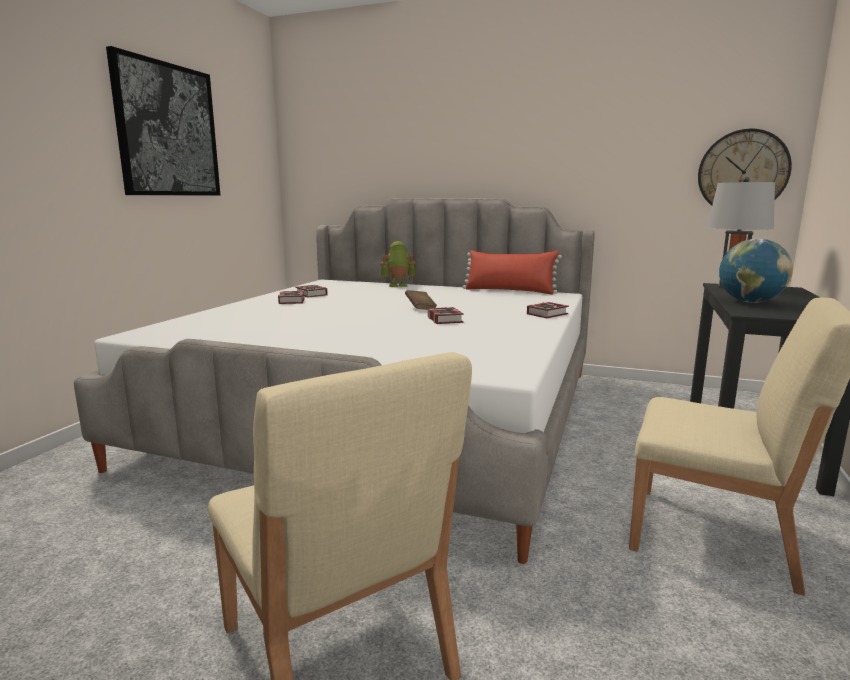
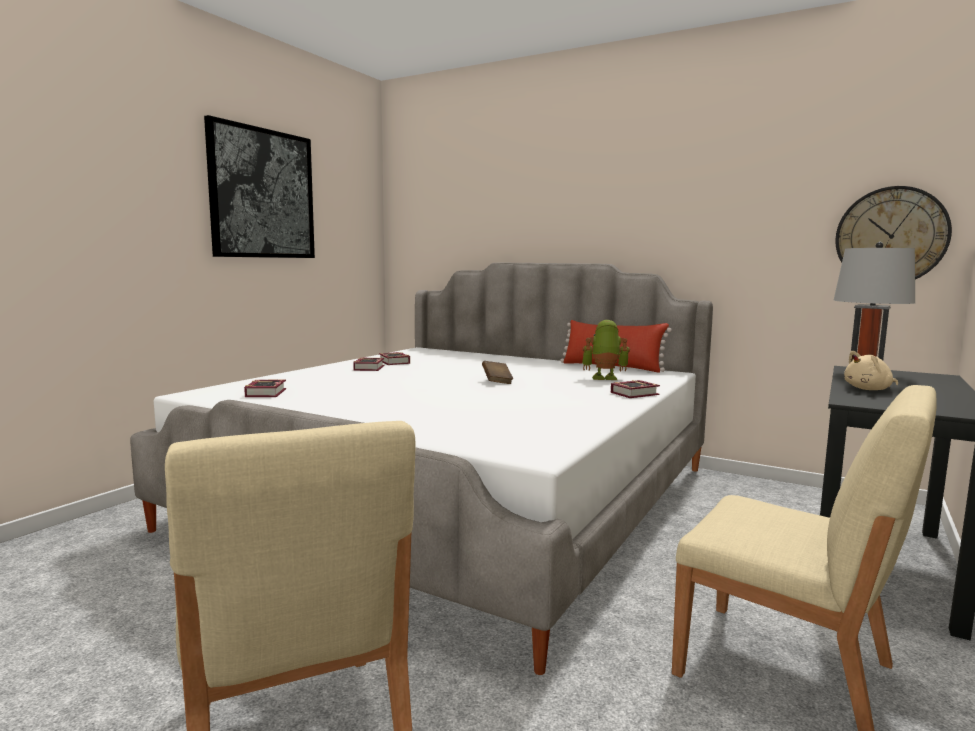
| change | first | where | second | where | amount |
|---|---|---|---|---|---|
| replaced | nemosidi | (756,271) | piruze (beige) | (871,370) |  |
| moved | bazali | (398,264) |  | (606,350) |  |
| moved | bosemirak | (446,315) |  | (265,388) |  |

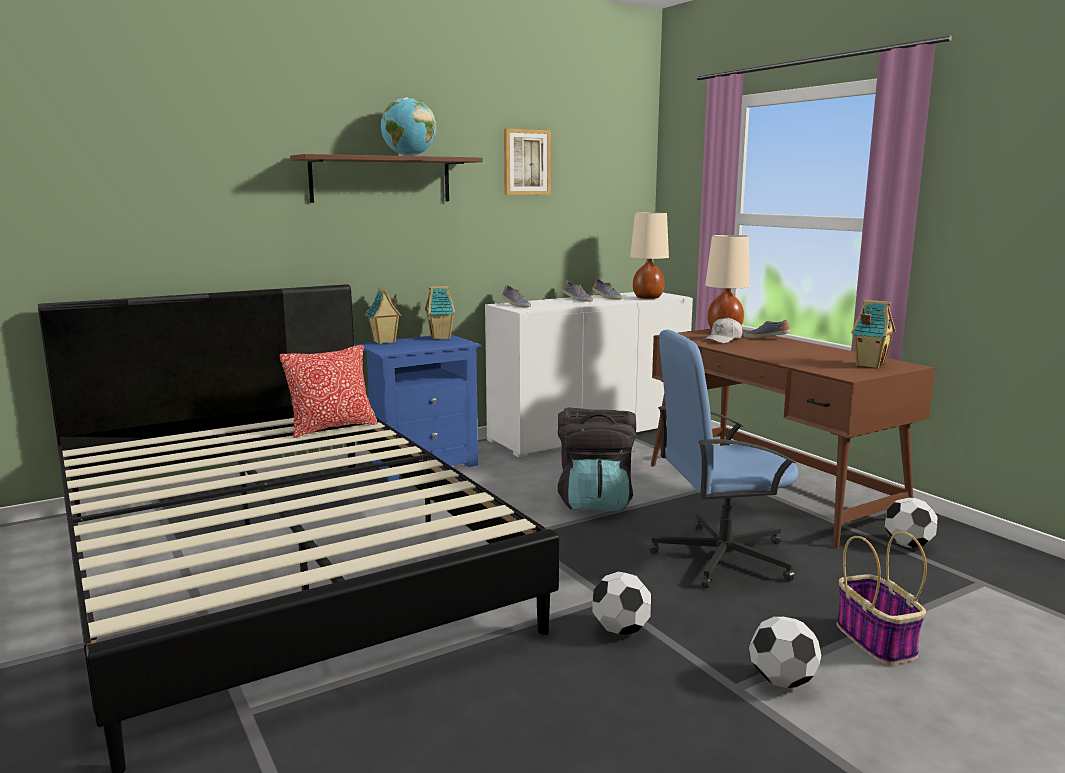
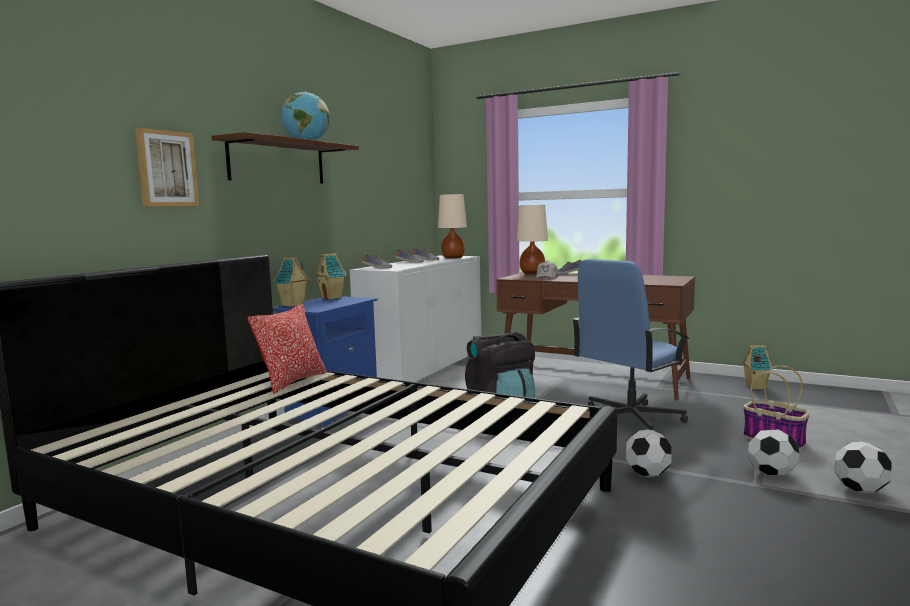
| change | first | where | second | where | amount |
|---|---|---|---|---|---|
| moved | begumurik | (527,162) |  | (167,167) |  |
| moved | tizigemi | (873,334) |  | (757,367) |  |
| moved | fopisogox | (911,523) |  | (863,467) |  |

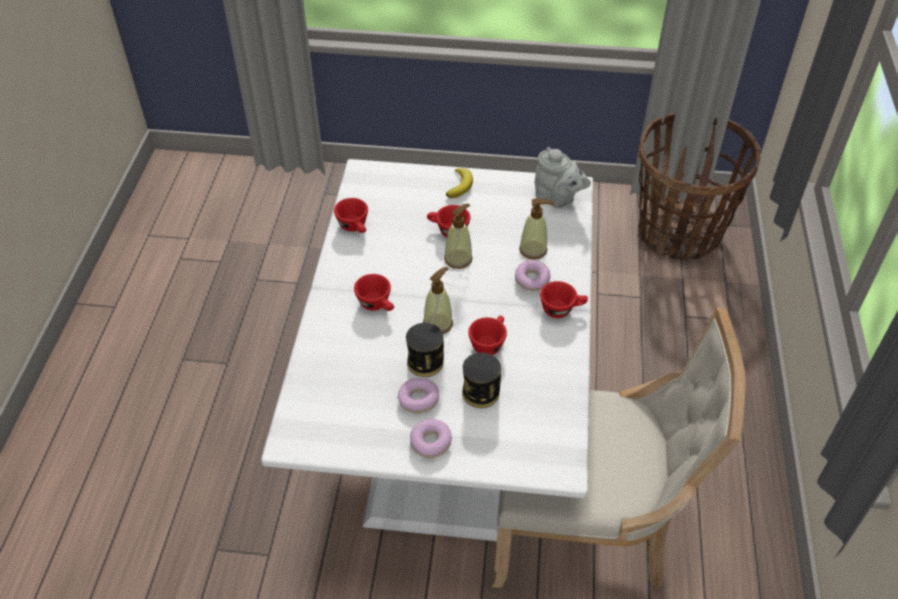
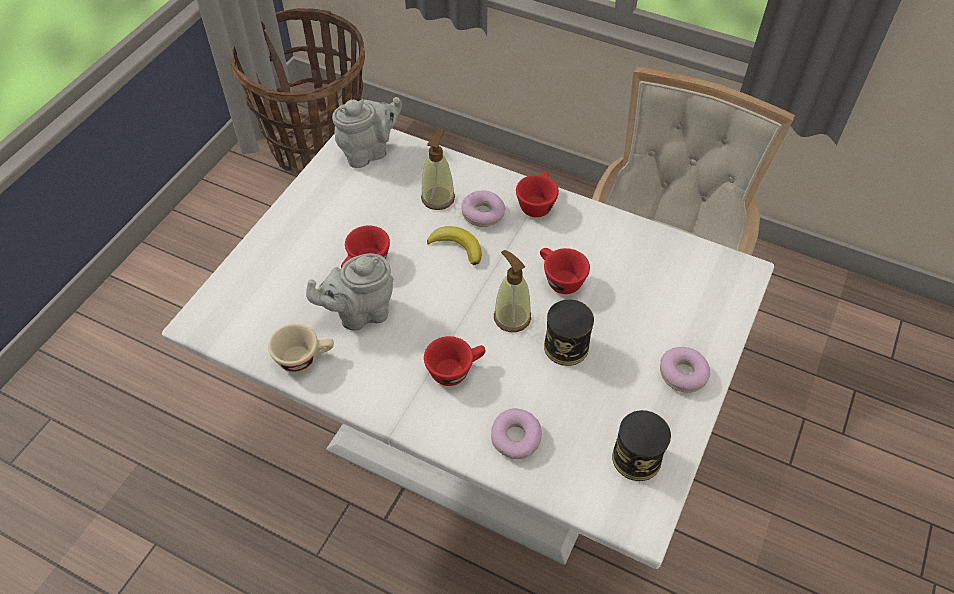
| change | first | where | second | where | amount |
|---|---|---|---|---|---|
| moved | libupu | (459,183) |  | (454,245) |  |
| recoloured | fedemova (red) | (351,215) | fedemova (beige) | (301,348) |  |
| removed | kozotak | (458,236) |  |  |  |
| moved | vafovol | (481,380) |  | (641,445) |  |
| moved | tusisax | (418,396) |  | (516,433) |  |
| added |  |  | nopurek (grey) | (349,291) |  |

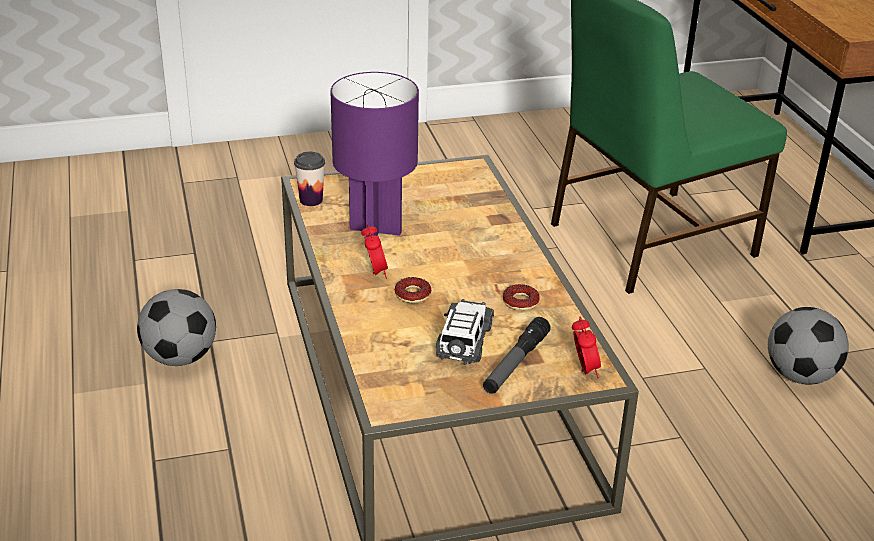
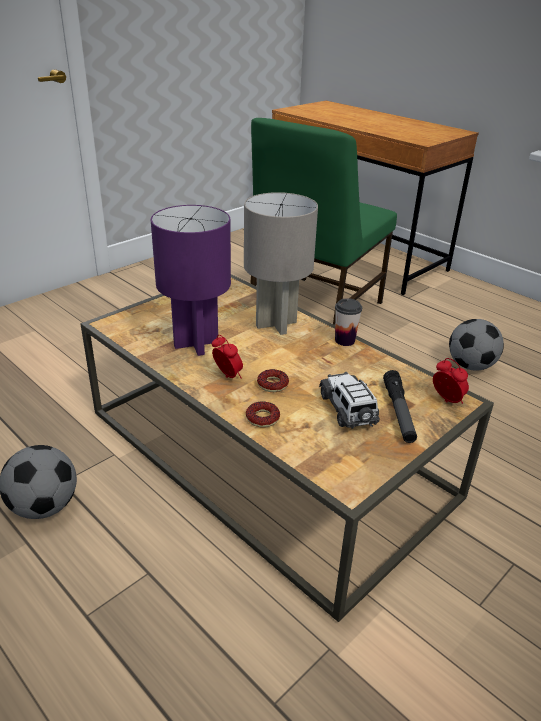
| change | first | where | second | where | amount |
|---|---|---|---|---|---|
| moved | fedemova | (309,179) |  | (348,322) |  |
| moved | tusisax | (521,297) |  | (263,415) |  |
| added |  |  | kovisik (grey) | (281,263) |  |

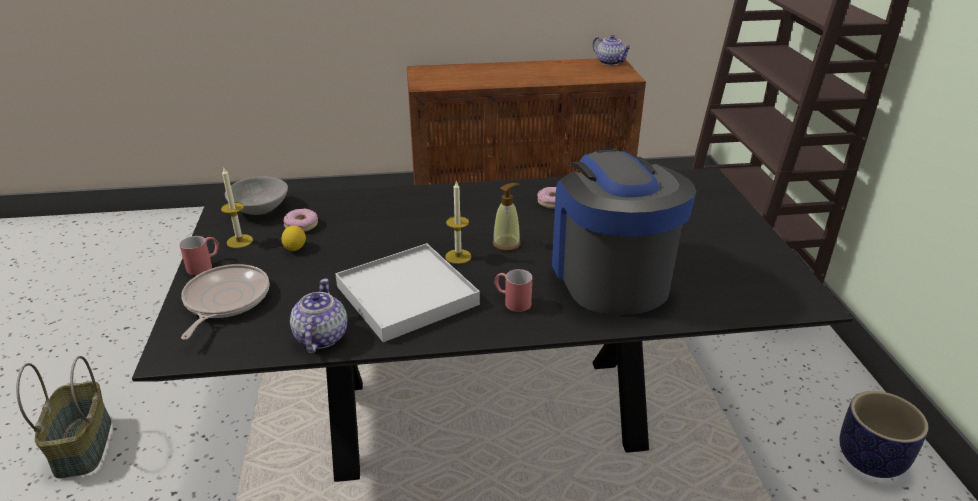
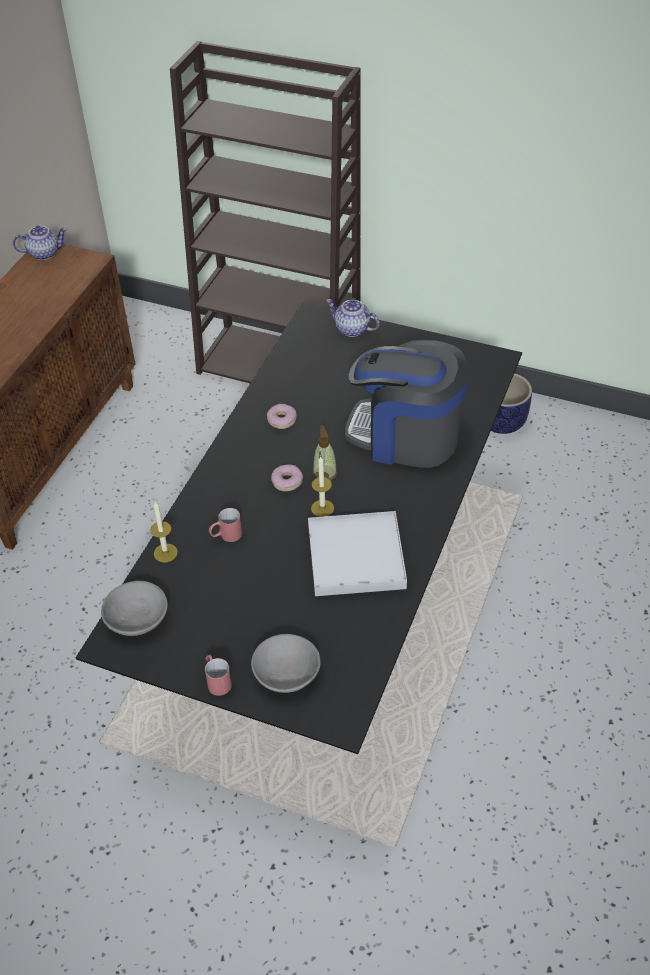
| change | first | where | second | where | amount |
|---|---|---|---|---|---|
| moved | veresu | (237,208) |  | (164,532) |  |
| moved | tusisax | (300,220) |  | (287,477) |  |
| removed | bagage | (293,238) |  |  |  |
| replaced | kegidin | (225,302) | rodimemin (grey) | (286,663) |  |
| moved | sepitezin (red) | (513,290) |  | (225,525) |  |
| moved | nopurek | (318,316) |  | (353,318) |  |
| removed | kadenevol | (63,417) |  |  |  |

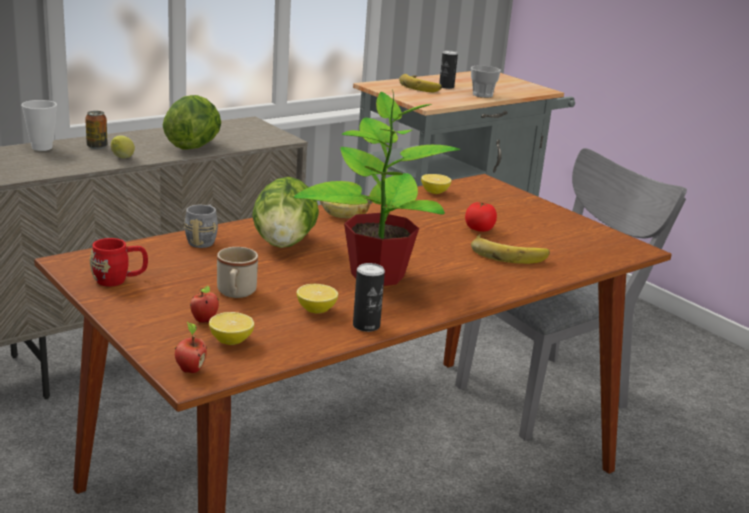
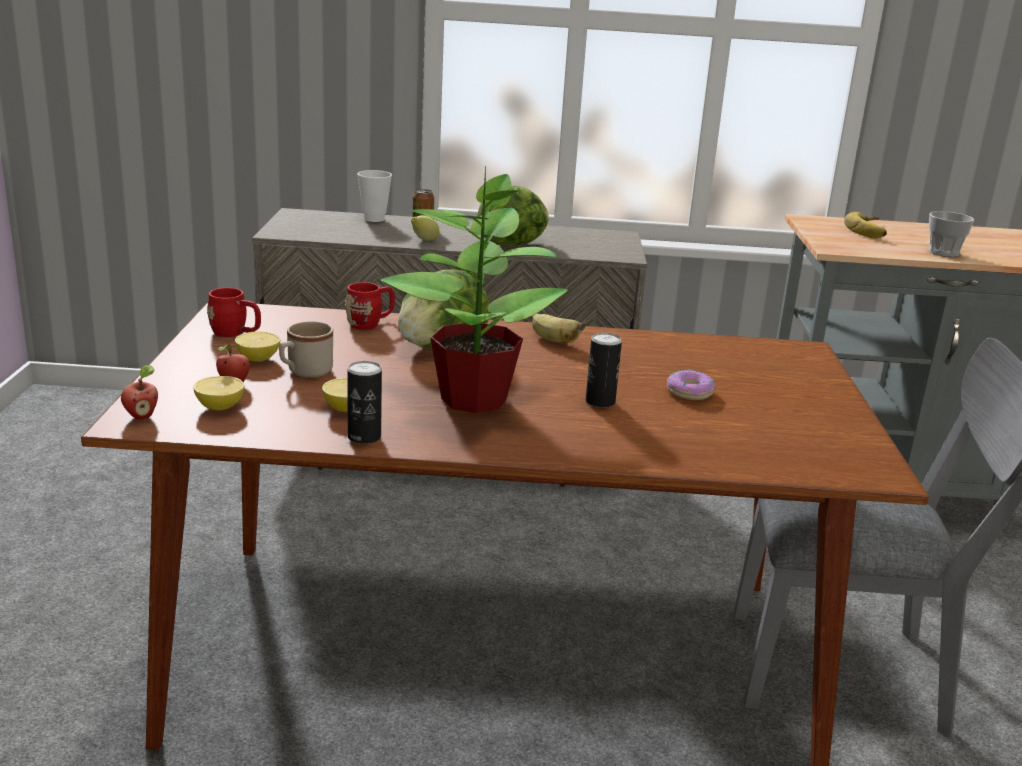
| change | first | where | second | where | amount |
|---|---|---|---|---|---|
| moved | vafovol | (448,69) |  | (603,370) |  |
| moved | bagage | (436,184) |  | (258,346) |  |
| replaced | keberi | (481,217) | tusisax | (691,384) |  |
| recoloured | sepitezin (grey) | (201,226) | sepitezin (red) | (370,306) |  |
| removed | libupu | (510,249) |  |  |  |

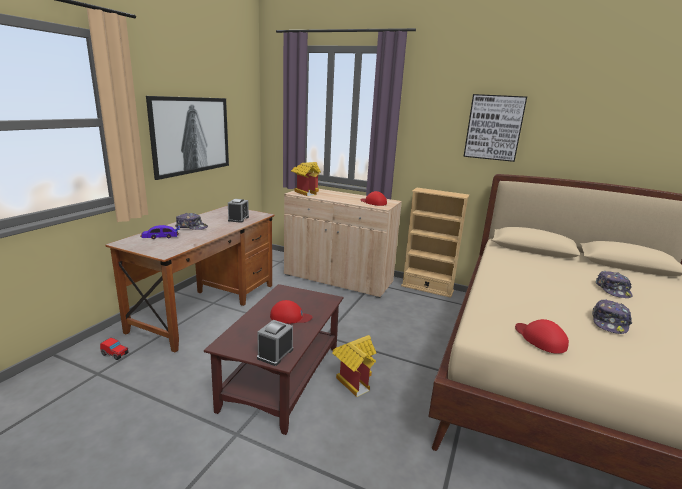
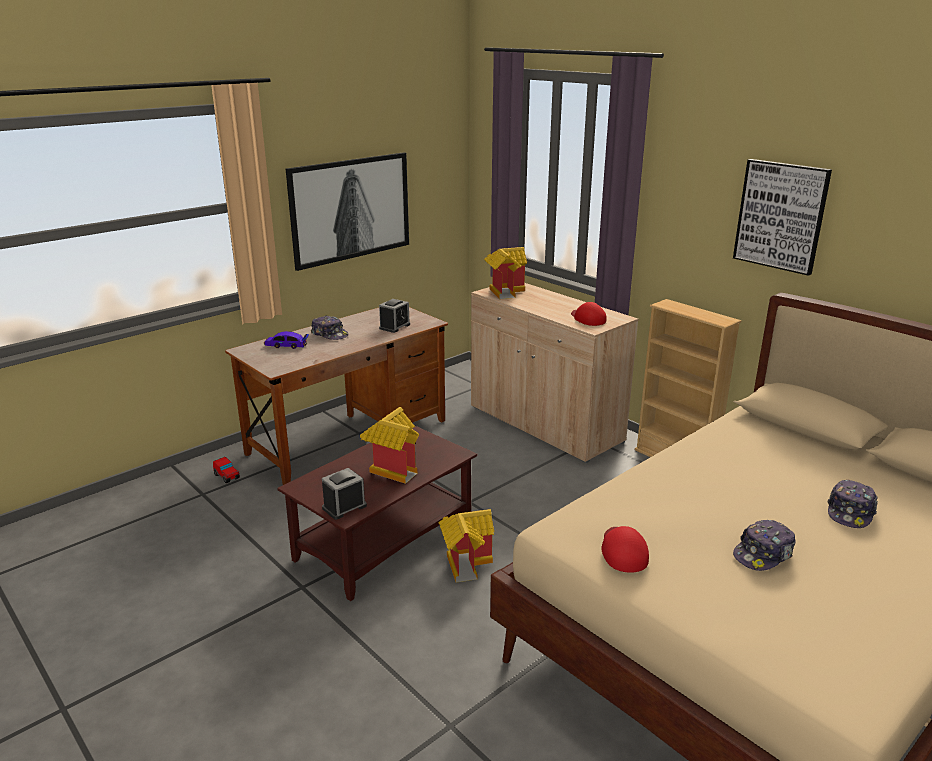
| change | first | where | second | where | amount |
|---|---|---|---|---|---|
| replaced | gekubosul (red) | (291,312) | tizigemi | (389,445) |  |

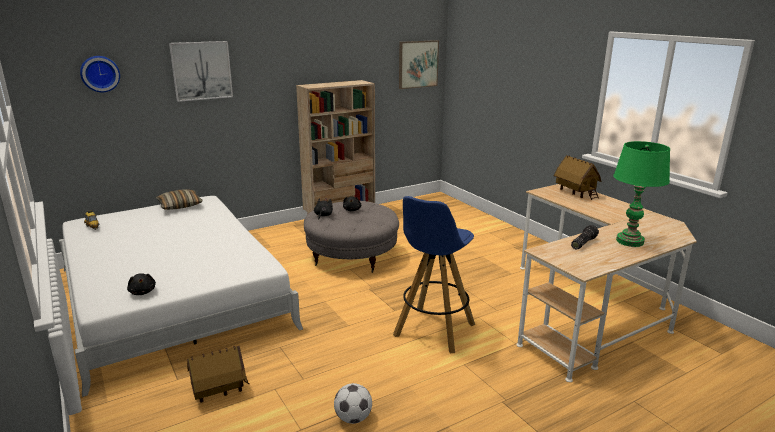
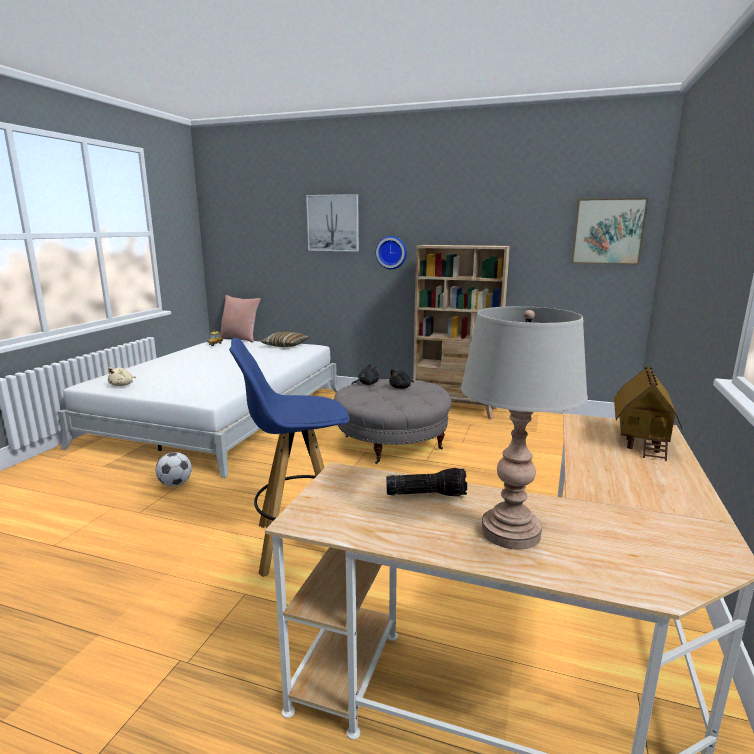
| change | first | where | second | where | amount |
|---|---|---|---|---|---|
| moved | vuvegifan | (100,74) |  | (391,252) |  |
| recoloured | kovisik (green) | (641,194) | kovisik (grey) | (524,427) |  |
| recoloured | piruze (black) | (141,284) | piruze (beige) | (122,376) |  |
| removed | tizigemi | (218,374) |  |  |  |
| moved | fopisogox | (353,403) |  | (173,469) |  |
| added |  |  | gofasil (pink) | (240,319) |  |

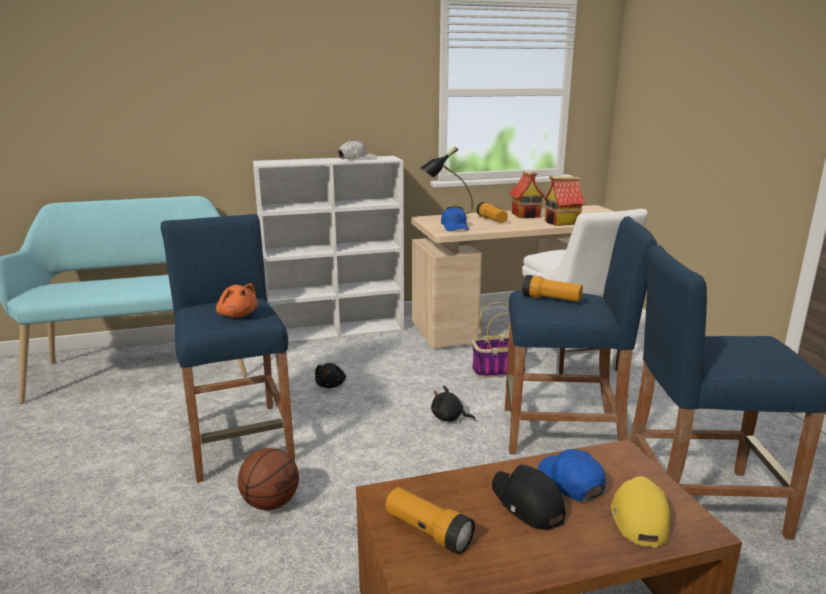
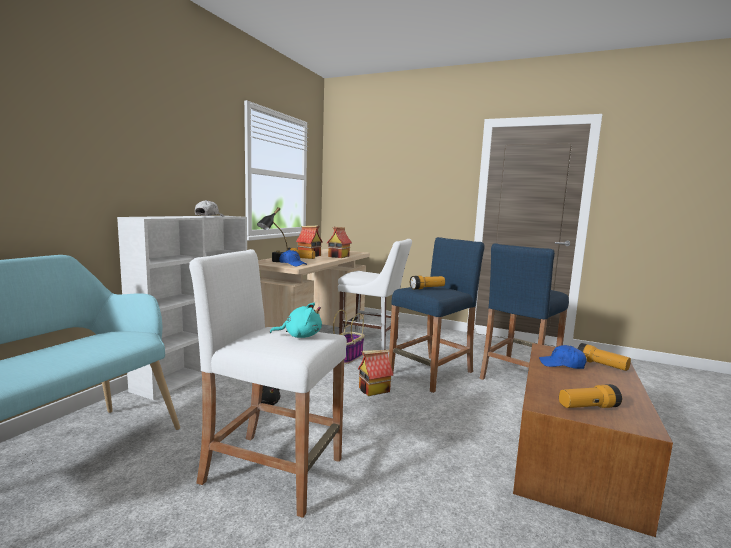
| change | first | where | second | where | amount |
|---|---|---|---|---|---|
| recoloured | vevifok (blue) | (228,348) | vevifok (white) | (268,383) |  |
| recoloured | piruze (orange) | (237,300) | piruze (turquoise) | (296,320) |  |
| replaced | piruze (black) | (453,404) | tizigemi | (375,373) |  |
| removed | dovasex | (268,479) |  |  |  |
| removed | gekubosul (black) | (528,497) |  |  |  |
| replaced | gekubosul (yellow) | (640,512) | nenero | (604,357) |  |

